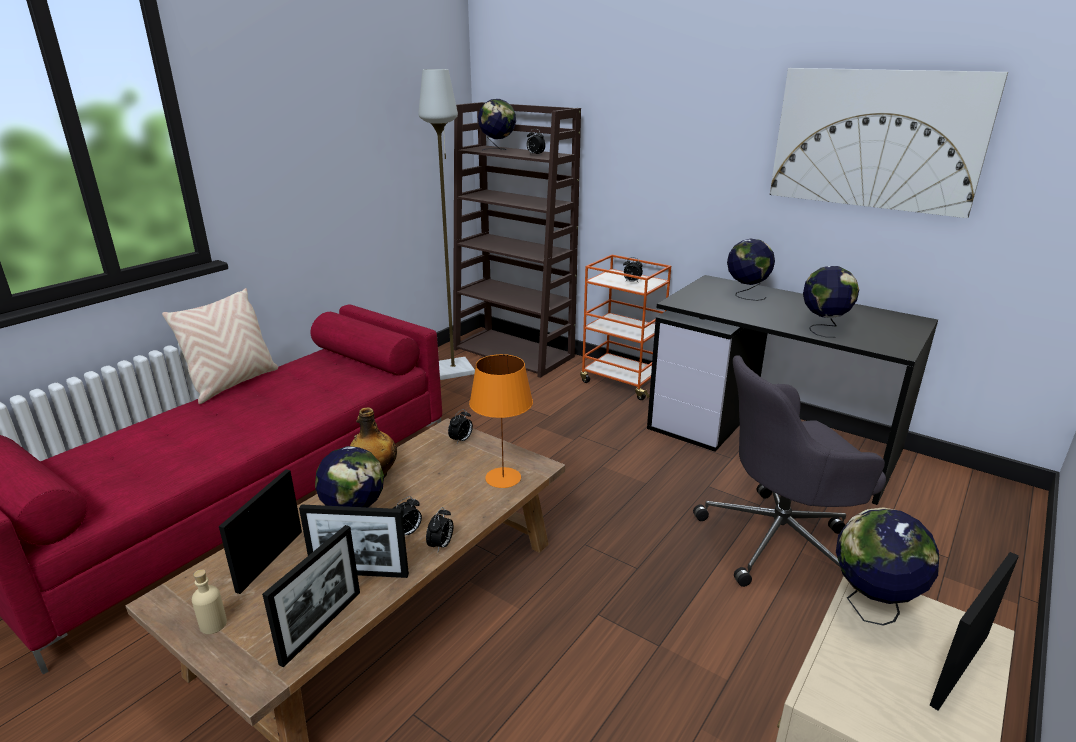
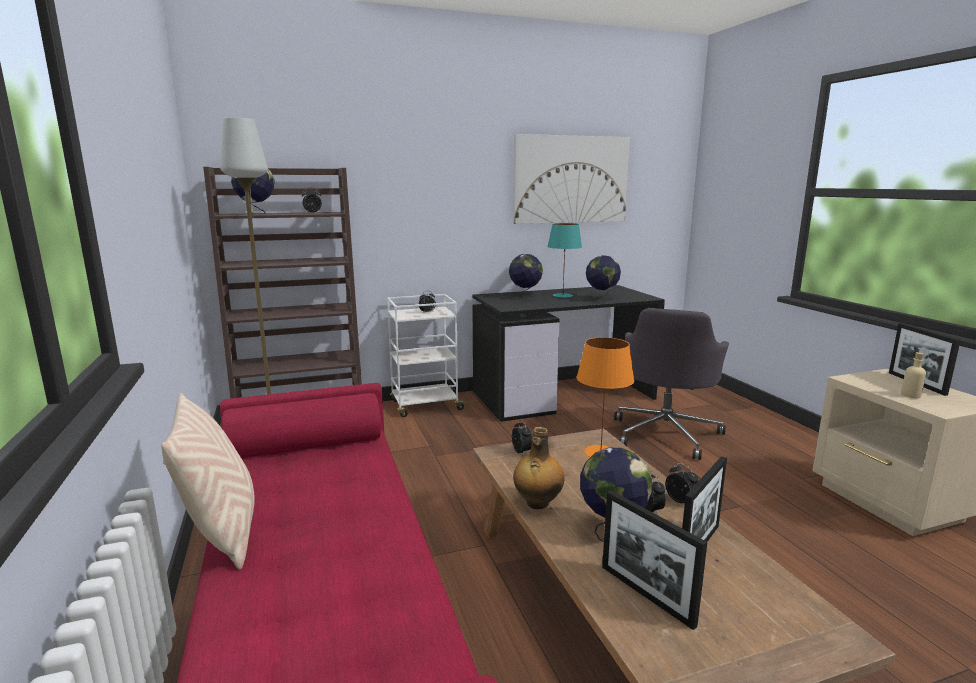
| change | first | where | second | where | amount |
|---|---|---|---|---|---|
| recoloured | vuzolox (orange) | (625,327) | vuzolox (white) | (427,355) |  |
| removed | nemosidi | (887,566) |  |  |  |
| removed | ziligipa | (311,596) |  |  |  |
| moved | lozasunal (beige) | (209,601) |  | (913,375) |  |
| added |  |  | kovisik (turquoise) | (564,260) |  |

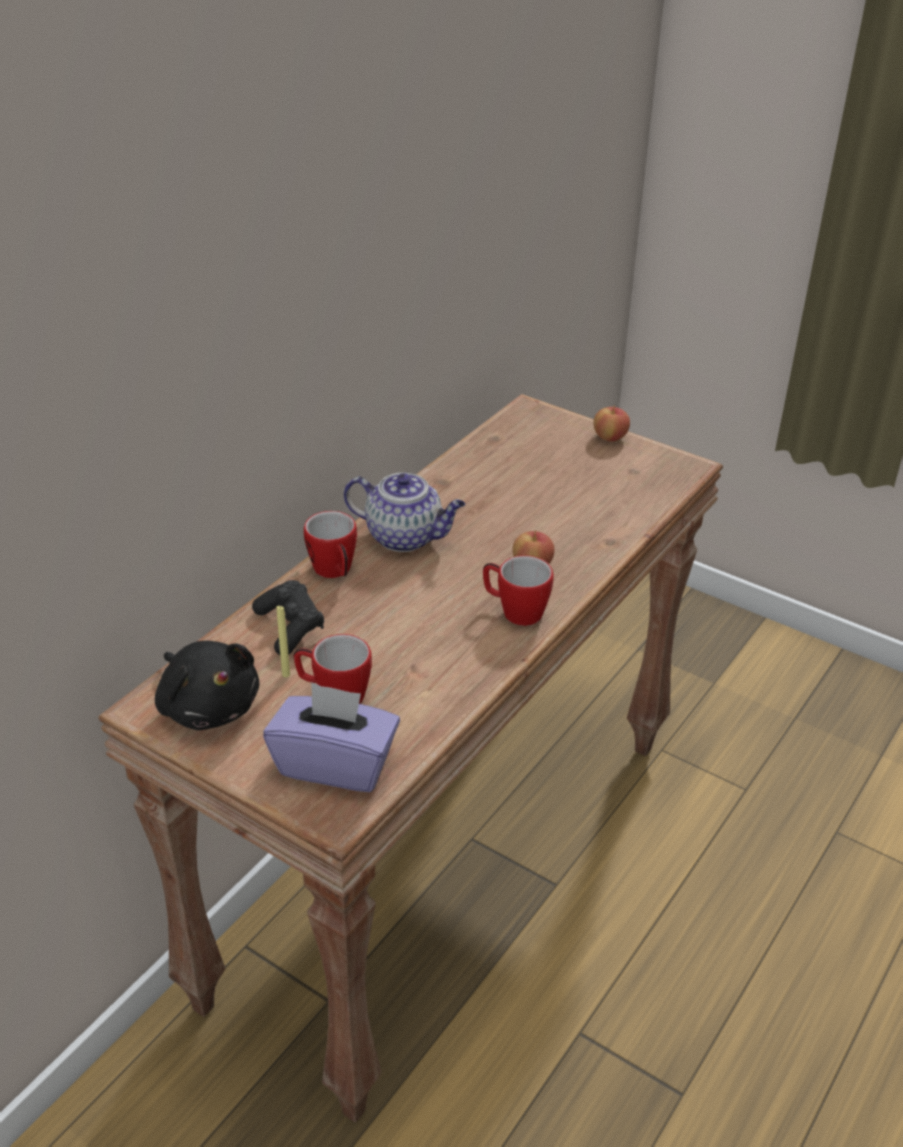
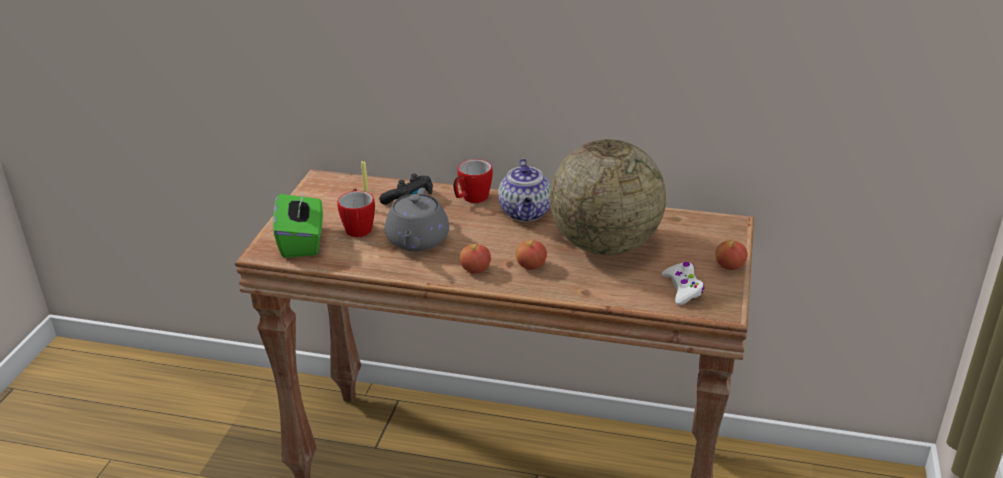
| change | first | where | second | where | amount |
|---|---|---|---|---|---|
| replaced | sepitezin | (518,590) | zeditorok | (475,259) |  |
| removed | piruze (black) | (207,685) |  |  |  |
| recoloured | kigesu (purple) | (331,737) | kigesu (green) | (298,224) |  |
| added |  |  | nemosidi | (608,197) |  |
| added |  |  | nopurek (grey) | (417,219) |  |
| added |  |  | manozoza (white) | (683,283) |  |

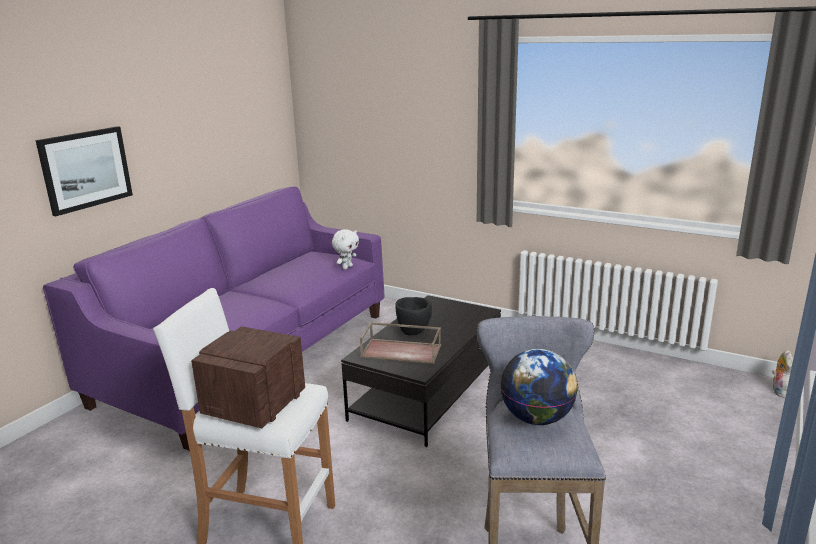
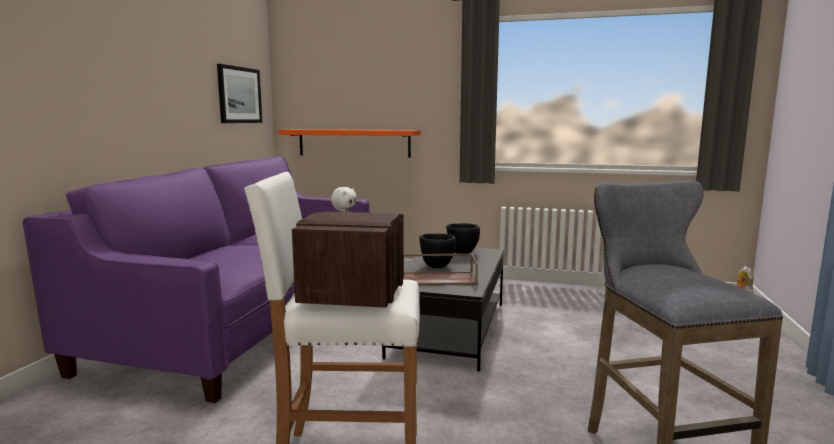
| change | first | where | second | where | amount |
|---|---|---|---|---|---|
| moved | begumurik | (84,171) |  | (240,93) |  |
| removed | nemosidi | (539,387) |  |  |  |
| added |  |  | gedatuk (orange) | (349,143) |  |
| added |  |  | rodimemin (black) | (463,238) |  |

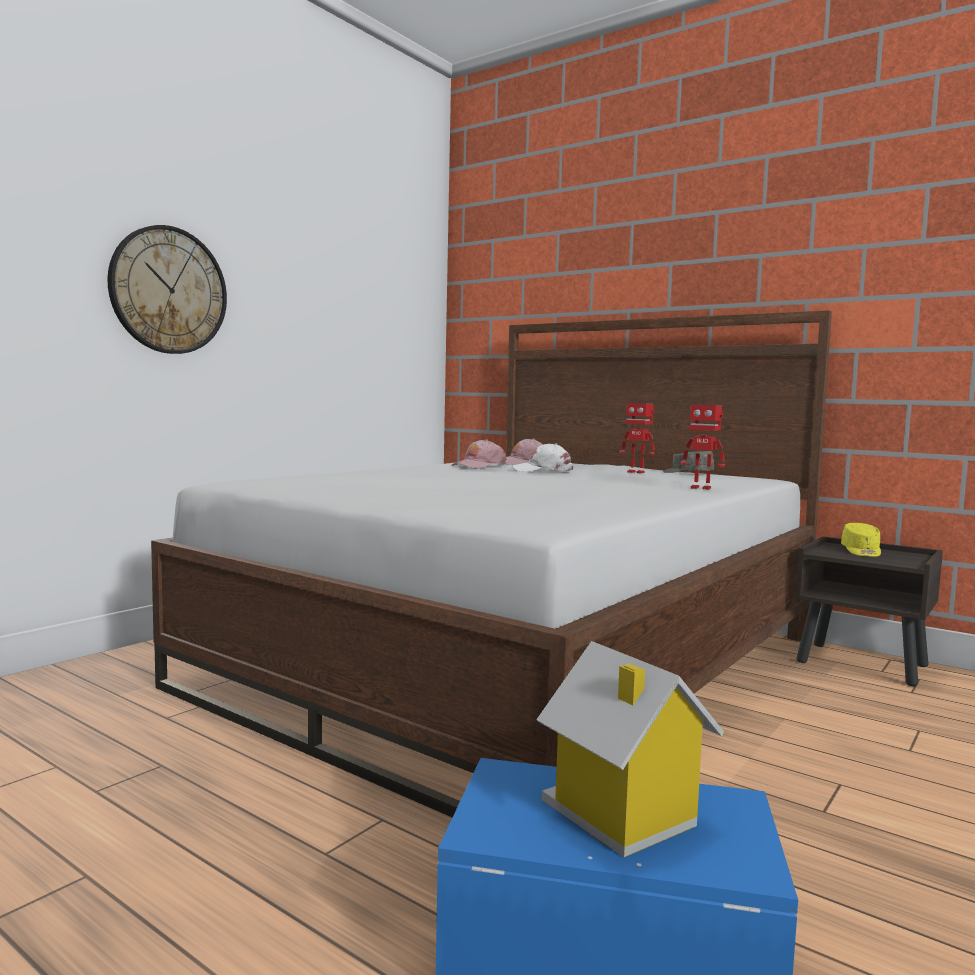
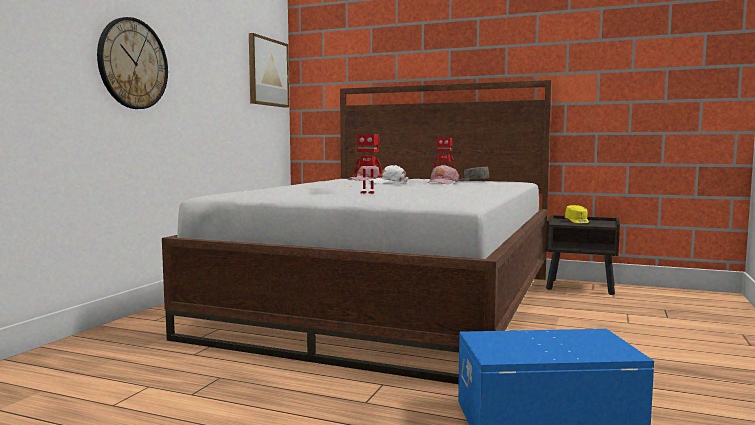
| change | first | where | second | where | amount |
|---|---|---|---|---|---|
| moved | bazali | (702,447) |  | (367,164) |  |
| moved | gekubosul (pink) | (478,454) |  | (443,174) |  |
| removed | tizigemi | (630,749) |  |  |  |
| added |  |  | begumurik | (269,70) |  |

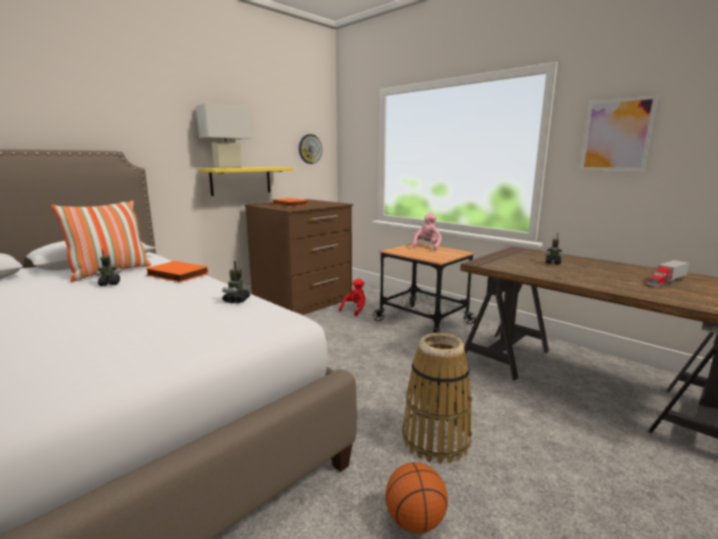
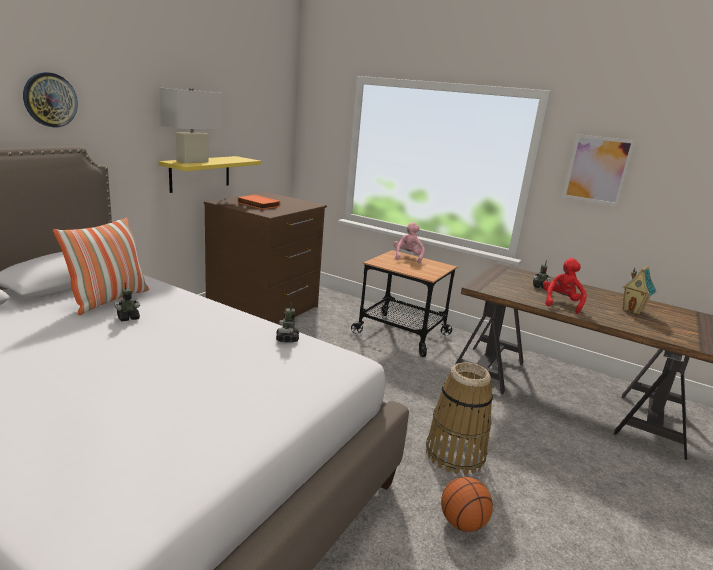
| change | first | where | second | where | amount |
|---|---|---|---|---|---|
| moved | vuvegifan | (310,149) |  | (50,99) |  |
| replaced | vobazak | (668,273) | tizigemi | (639,290) |  |
| removed | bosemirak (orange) | (176,271) |  |  |  |
| moved | piruze (red) | (352,297) |  | (565,286) |  |

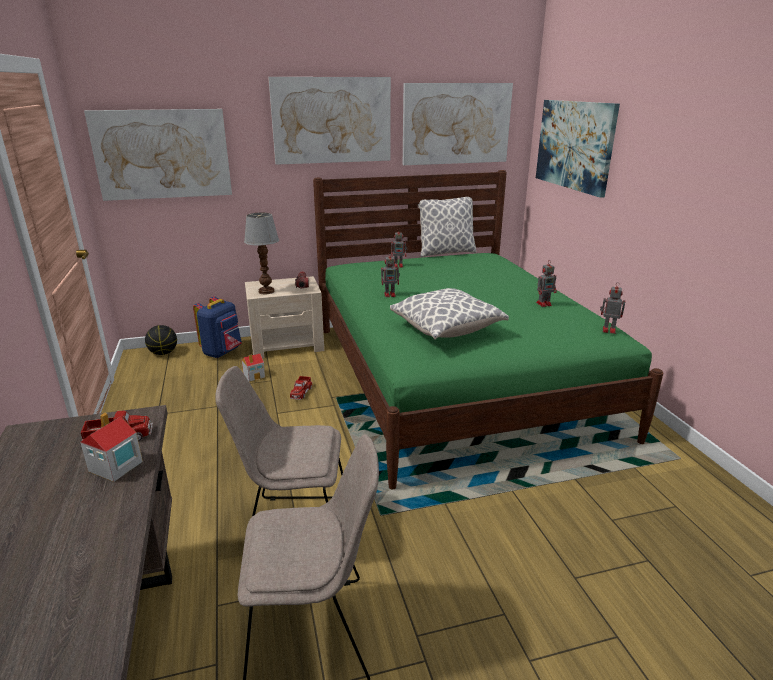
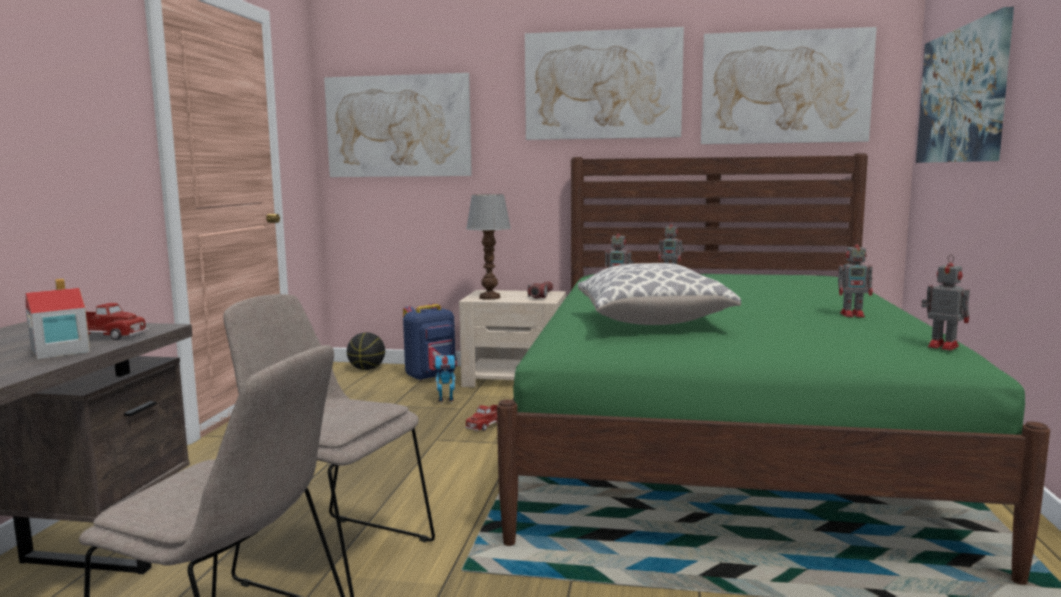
| change | first | where | second | where | amount |
|---|---|---|---|---|---|
| removed | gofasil | (447,227) |  |  |  |
| replaced | tizigemi | (253,368) | bazali | (445,378) |  |

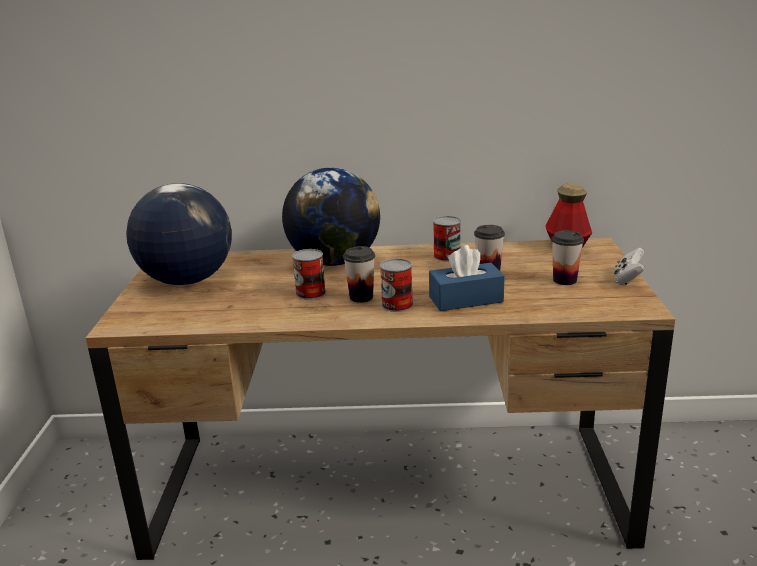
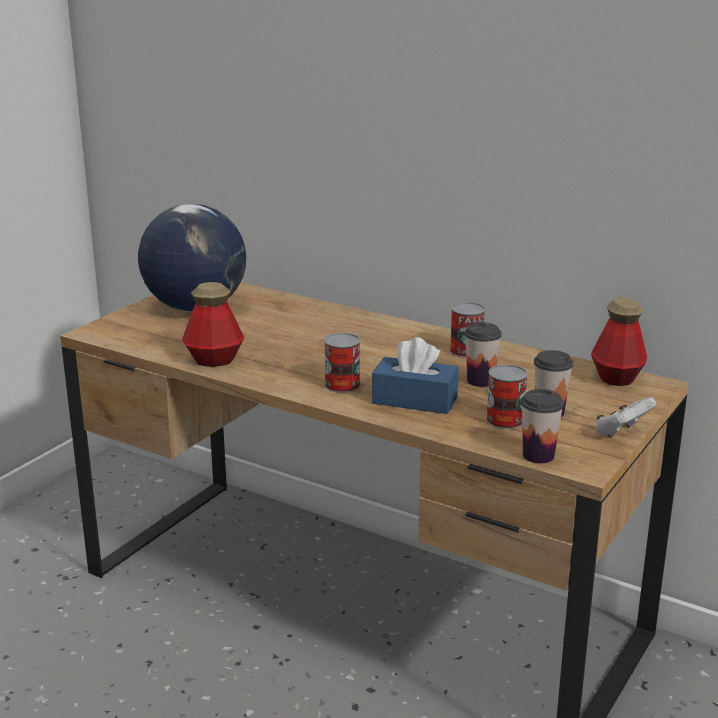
| change | first | where | second | where | amount |
|---|---|---|---|---|---|
| removed | nemosidi | (331,216) |  |  |  |
| moved | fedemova | (359,274) |  | (542,426) |  |
| moved | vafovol | (309,274) |  | (507,396) |  |
| added |  |  | lozasunal | (213,324) |  |

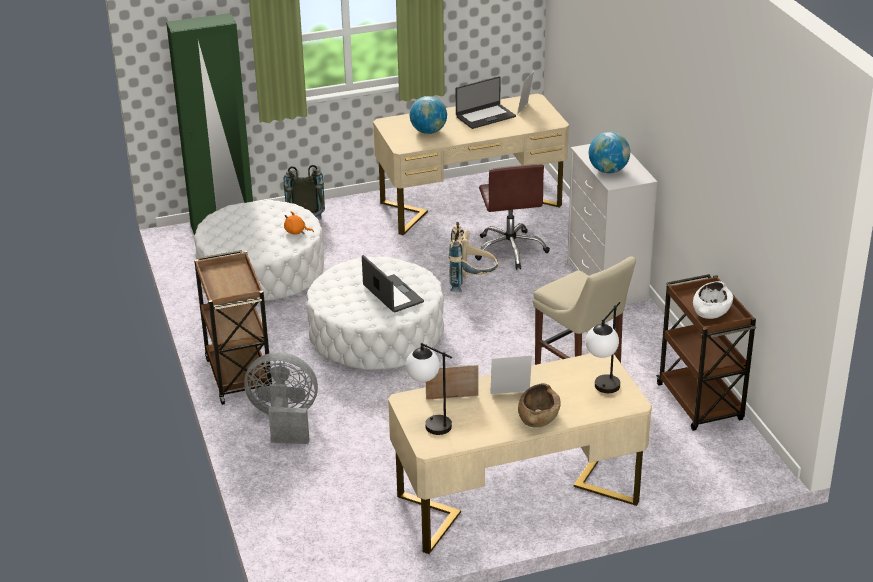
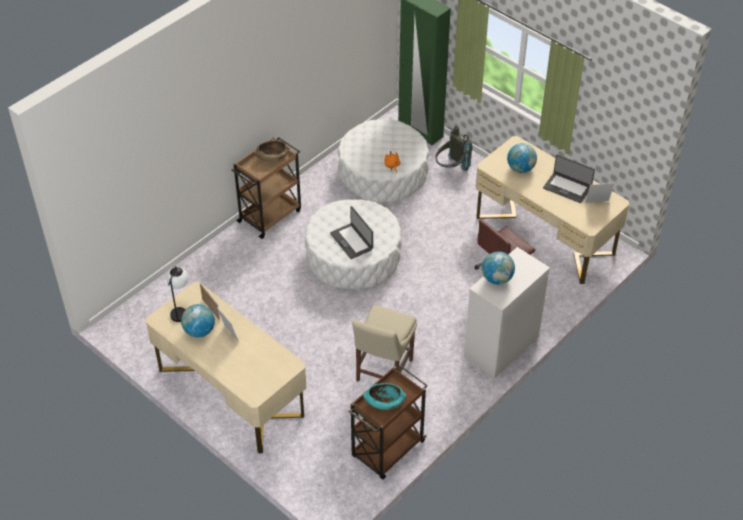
| change | first | where | second | where | amount |
|---|---|---|---|---|---|
| removed | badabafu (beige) | (473,257) |  |  |  |
| turned | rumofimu | (393,284) |  | (351,232) | 120 degrees clockwise |
| recoloured | rodimemin (white) | (713,300) | rodimemin (turquoise) | (384,396) |  |
| removed | kovisik | (603,347) |  |  |  |
| removed | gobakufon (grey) | (281,398) |  |  |  |
| moved | rodimemin (brown) | (539,405) |  | (272,151) |  |
| added |  |  | nemosidi | (198,321) |  |

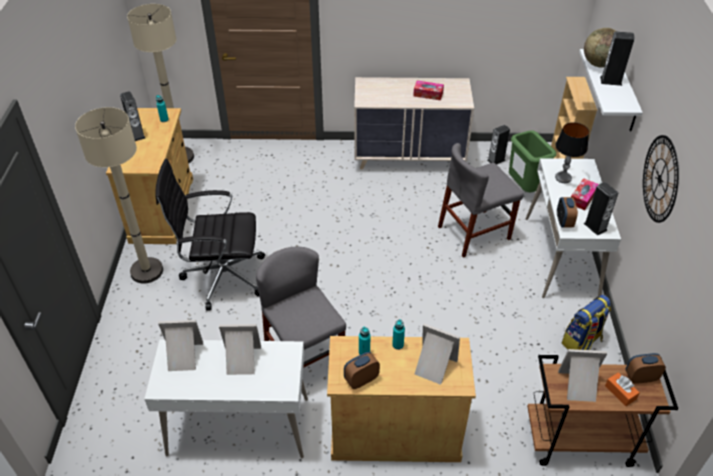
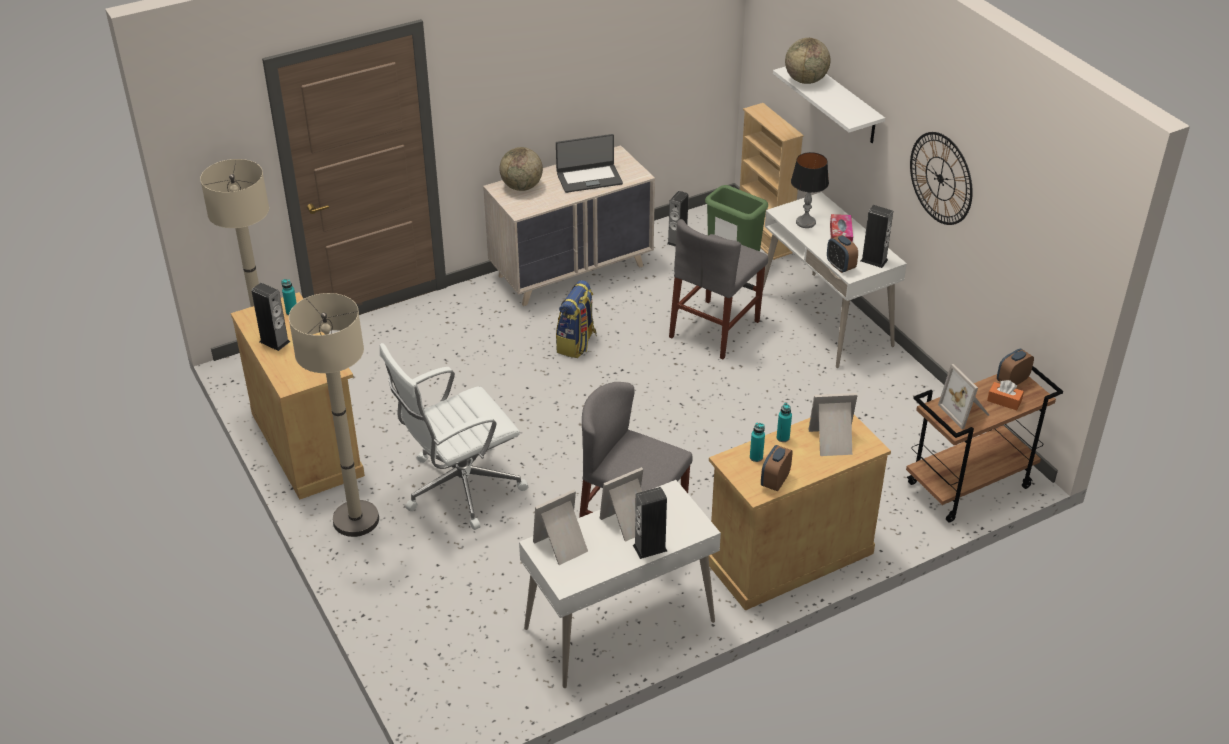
| change | first | where | second | where | amount |
|---|---|---|---|---|---|
| moved | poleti | (617,58) |  | (650,523) |  |
| replaced | kigesu | (428,90) | rumofimu | (589,163) |  |
| recoloured | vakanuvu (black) | (210,235) | vakanuvu (white) | (454,436) |  |
| moved | badabafu | (586,322) |  | (576,319) |  |
| turned | ziligipa | (582,375) |  | (963,396) | 90 degrees counterclockwise |
| added |  |  | nemosidi | (521,169) |  |

